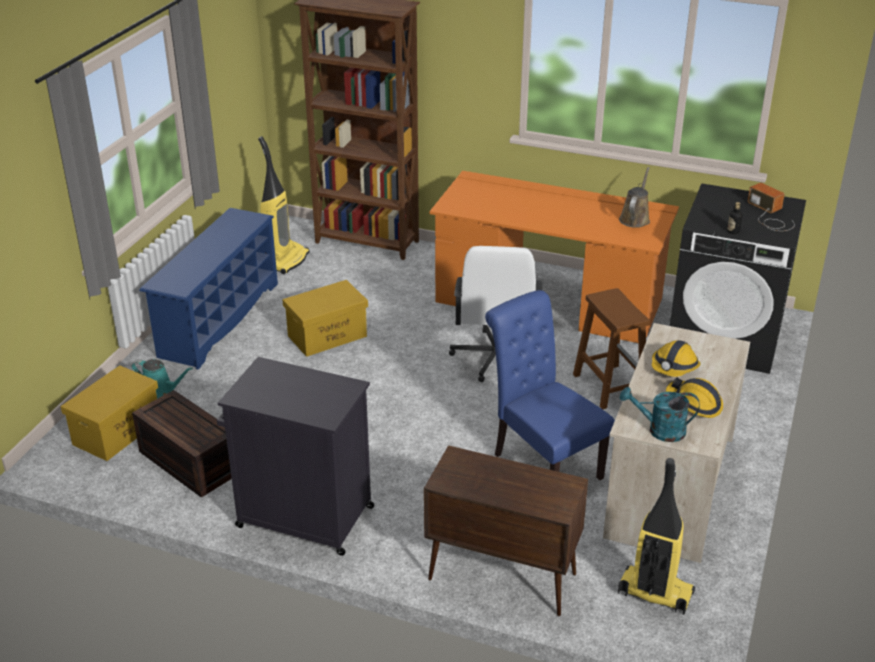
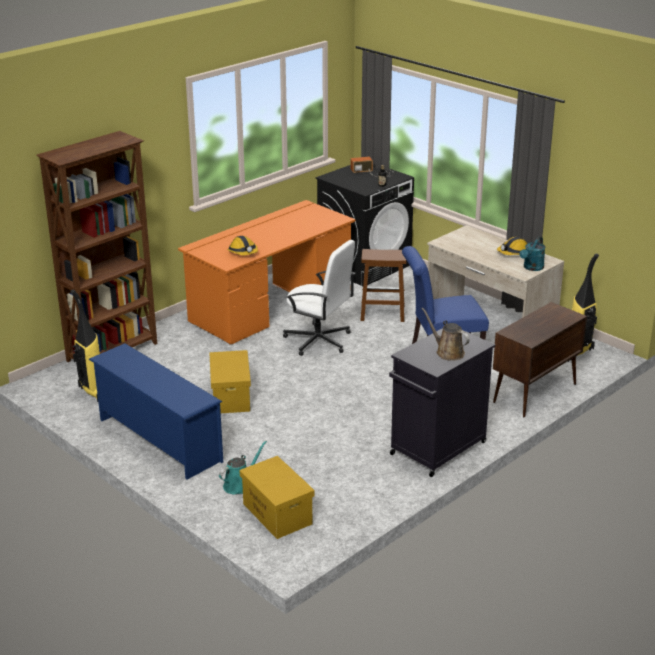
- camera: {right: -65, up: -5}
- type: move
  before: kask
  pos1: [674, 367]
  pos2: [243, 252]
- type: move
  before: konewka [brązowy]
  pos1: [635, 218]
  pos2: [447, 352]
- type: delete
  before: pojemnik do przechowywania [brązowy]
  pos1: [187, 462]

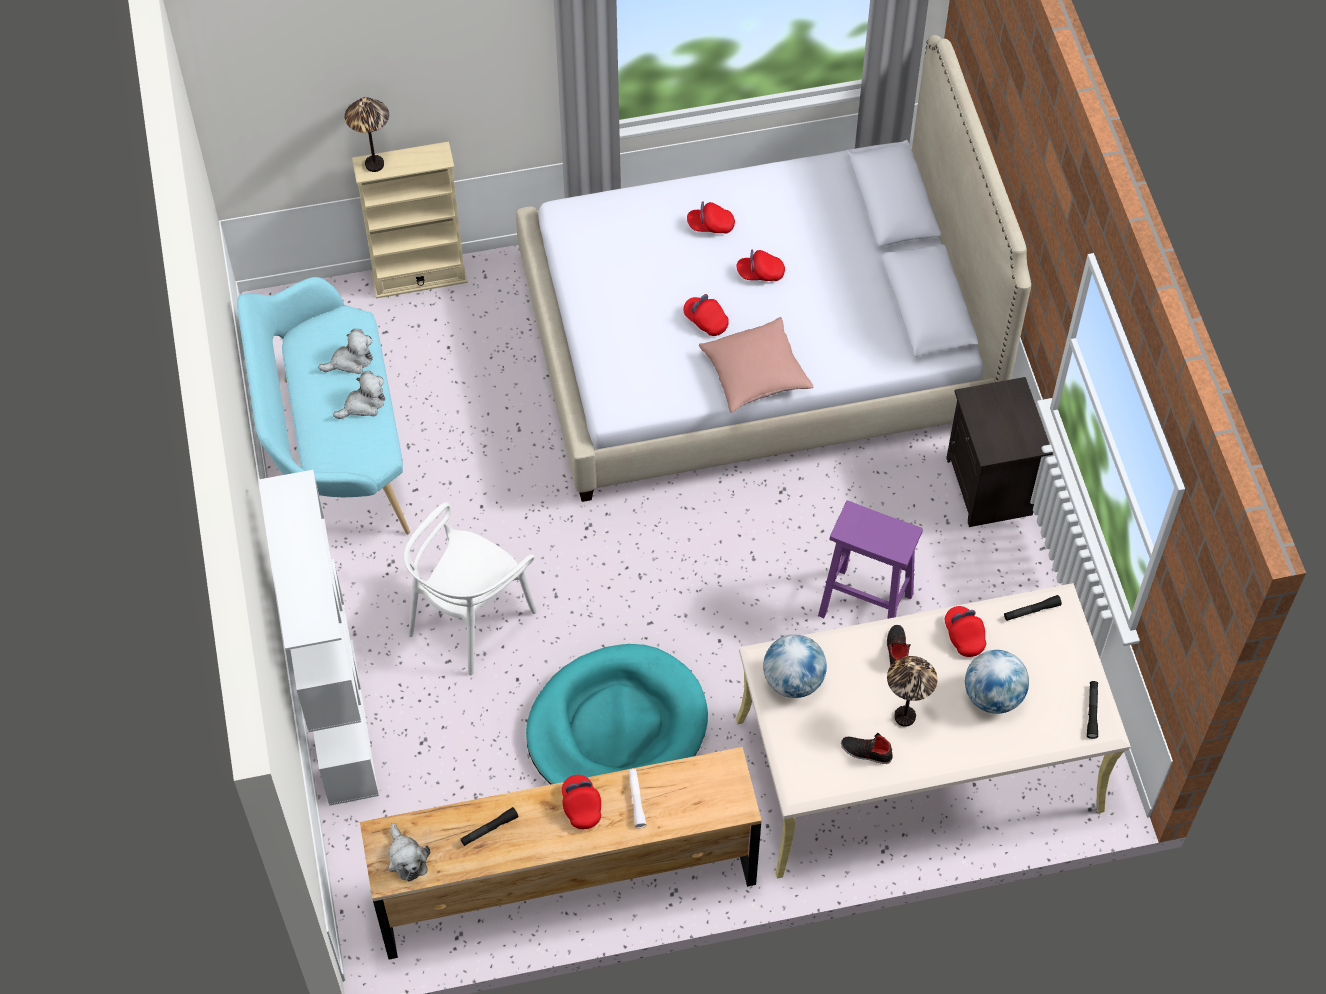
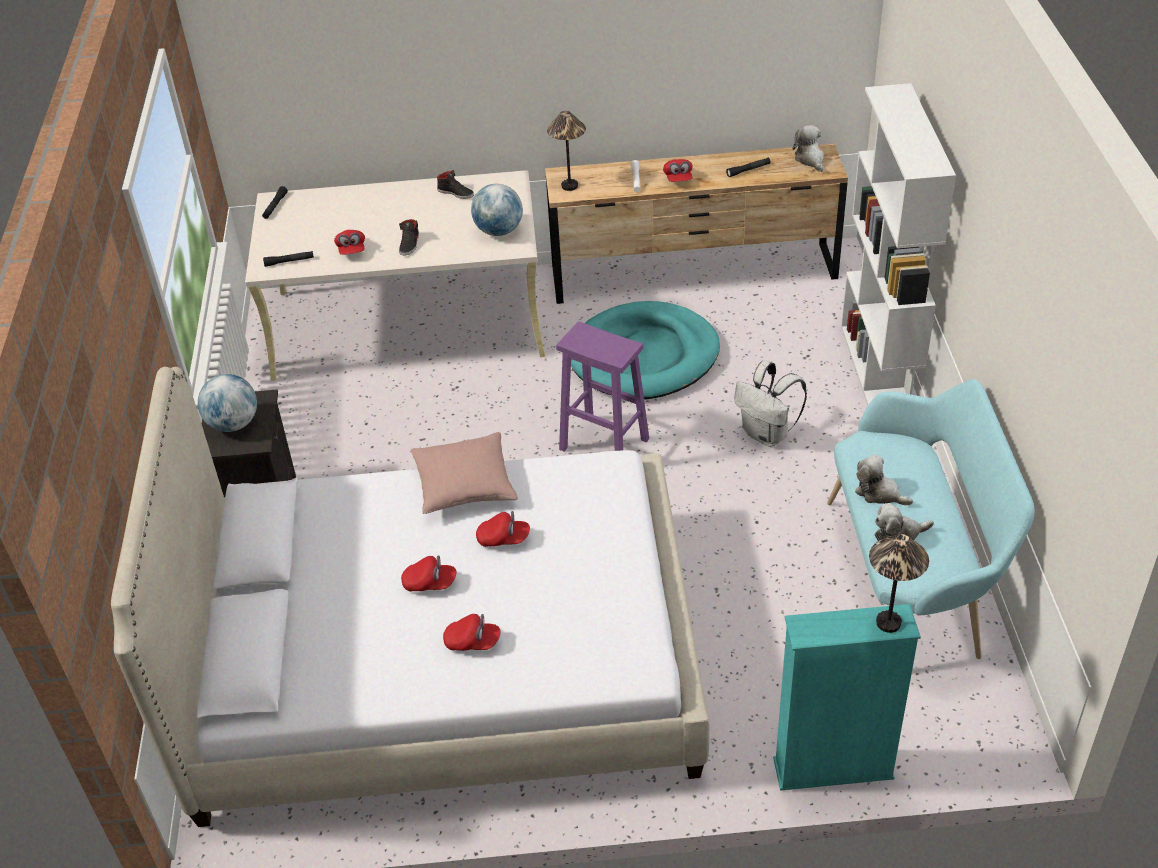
- camera: {right: -170, up: -15}
- type: move
  before: globus
  pos1: [993, 696]
  pos2: [233, 424]
- type: rotate
  before: czapka z daszkiem [czerwony]
  pos1: [705, 321]
  pos2: [503, 539]
  turn: -45
- type: move
  before: lampa stołowa
  pos1: [904, 716]
  pos2: [569, 186]
- type: move
  before: stołek [fioletowy]
  pos1: [867, 605]
  pos2: [602, 444]
- type: replace
  before: krzesło [biały]
  after: plecak [biały]
  pos1: [469, 619]
  pos2: [767, 434]
- type: recolor
  before: regał [beżowy]
  after: regał [turkusowy]
  pos1: [419, 278]
  pos2: [833, 769]
- type: rotate
  before: pluszak
  pos1: [363, 404]
  pos2: [879, 493]
  turn: 60

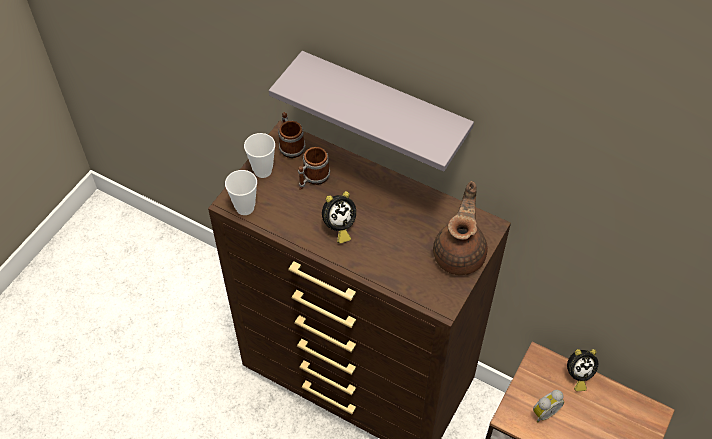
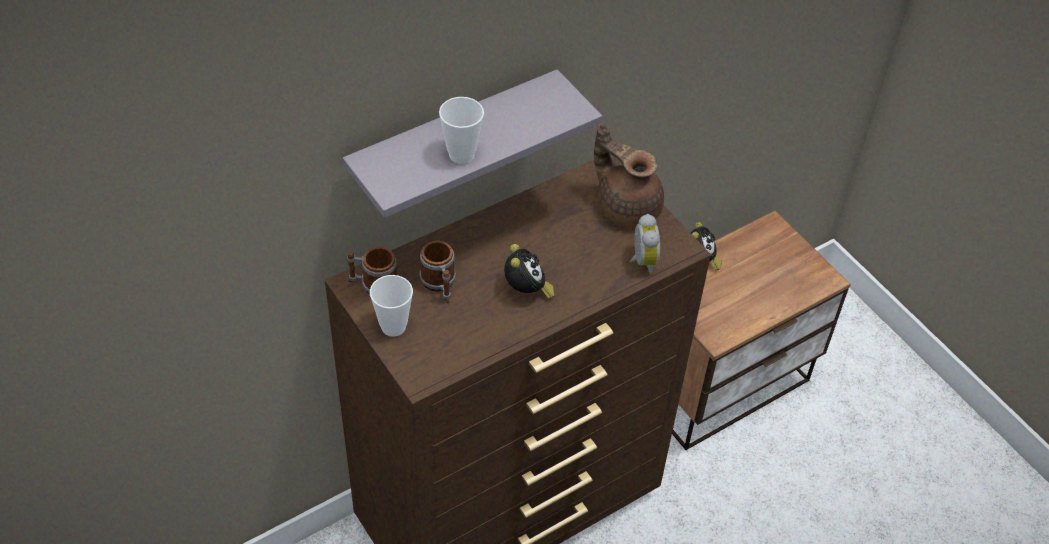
- camera: {right: -65, up: -5}
- type: move
  before: filiżanka
  pos1: [245, 207]
  pos2: [461, 154]
- type: move
  before: budzik
  pos1: [544, 412]
  pos2: [641, 261]

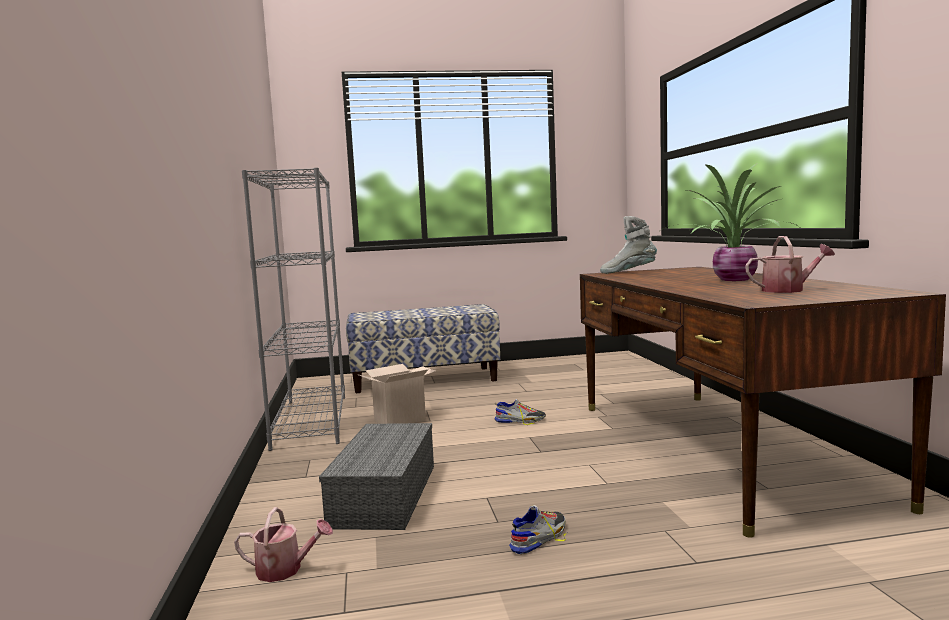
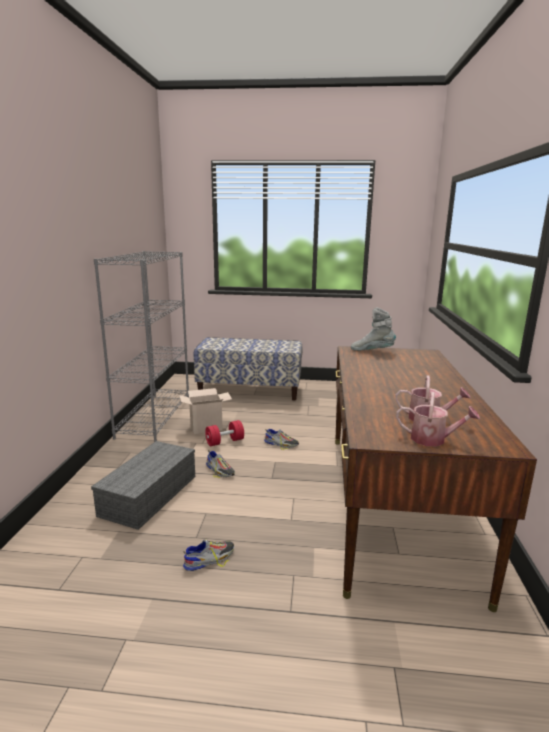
- camera: {right: 15, up: 10}
- type: insert
  after: hantel [czerwony]
  pos2: [225, 441]
- type: insert
  after: but
  pos2: [220, 470]
- type: move
  before: konewka
  pos1: [285, 570]
  pos2: [433, 439]
- type: delete
  before: roślina doniczkowa
  pos1: [732, 279]

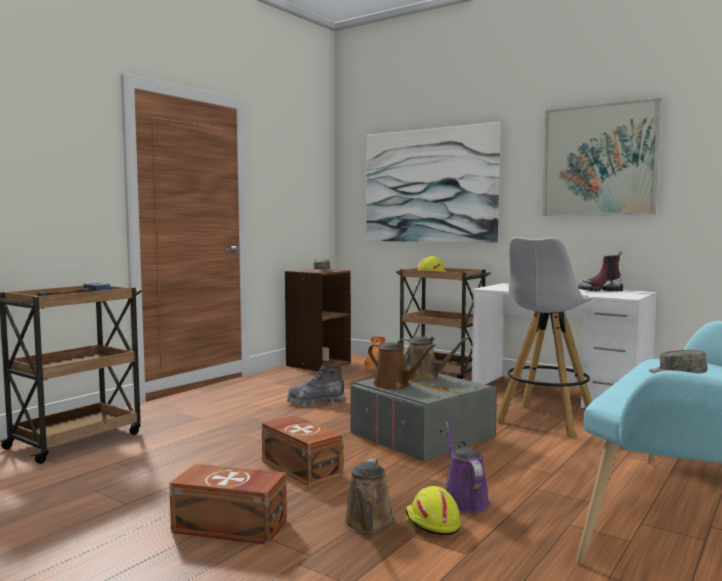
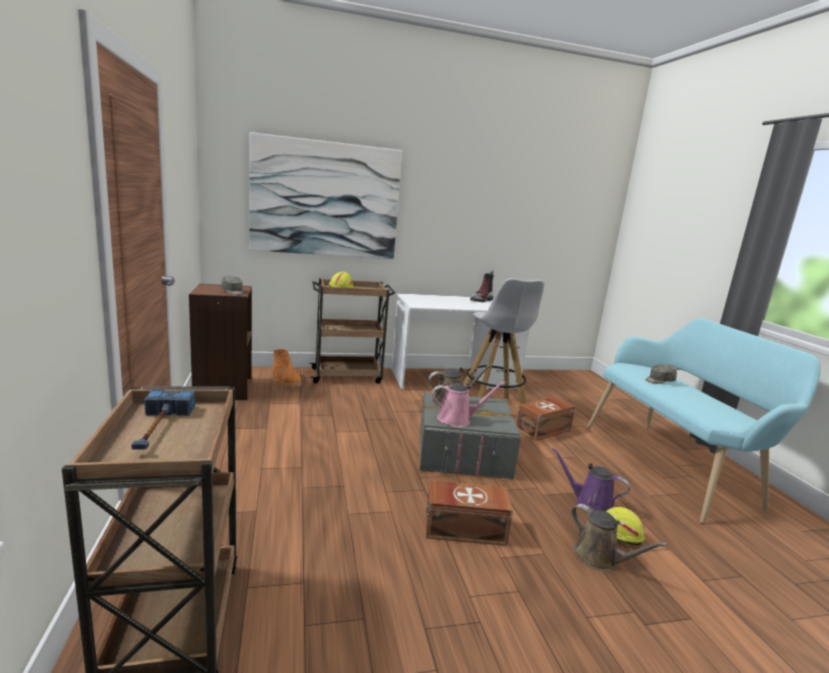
- camera: {right: -50, up: 10}
- type: recolor
  before: konewka [brązowy]
  after: konewka [różowy]
  pos1: [394, 385]
  pos2: [457, 419]
- type: move
  before: pojemnik do przechowywania [brązowy]
  pos1: [230, 527]
  pos2: [544, 429]
- type: delete
  before: but z cholewką [szary]
  pos1: [315, 402]
- type: delete
  before: obraz
  pos1: [599, 160]

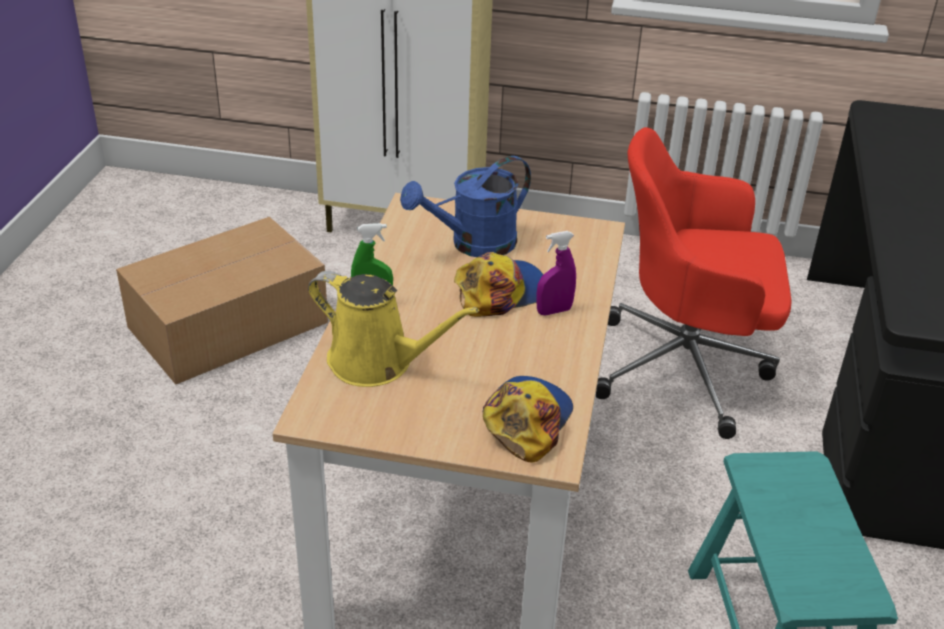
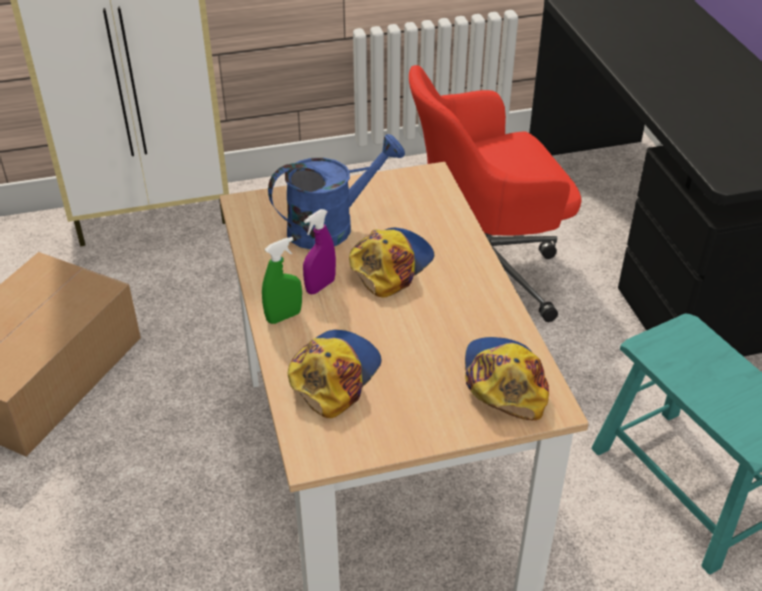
- camera: {right: -25, up: 5}
- type: rotate
  before: konewka [niebieski]
  pos1: [473, 244]
  pos2: [331, 225]
  turn: -150
- type: replace
  before: konewka [żółty]
  after: czapka z daszkiem
  pos1: [377, 362]
  pos2: [334, 375]
- type: move
  before: spryskiwacz [fioletowy]
  pos1: [554, 311]
  pos2: [320, 286]

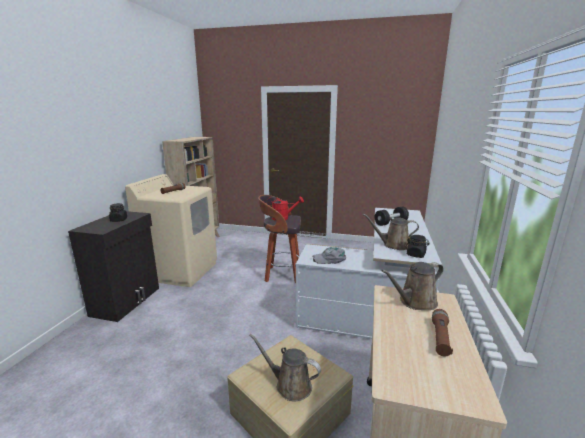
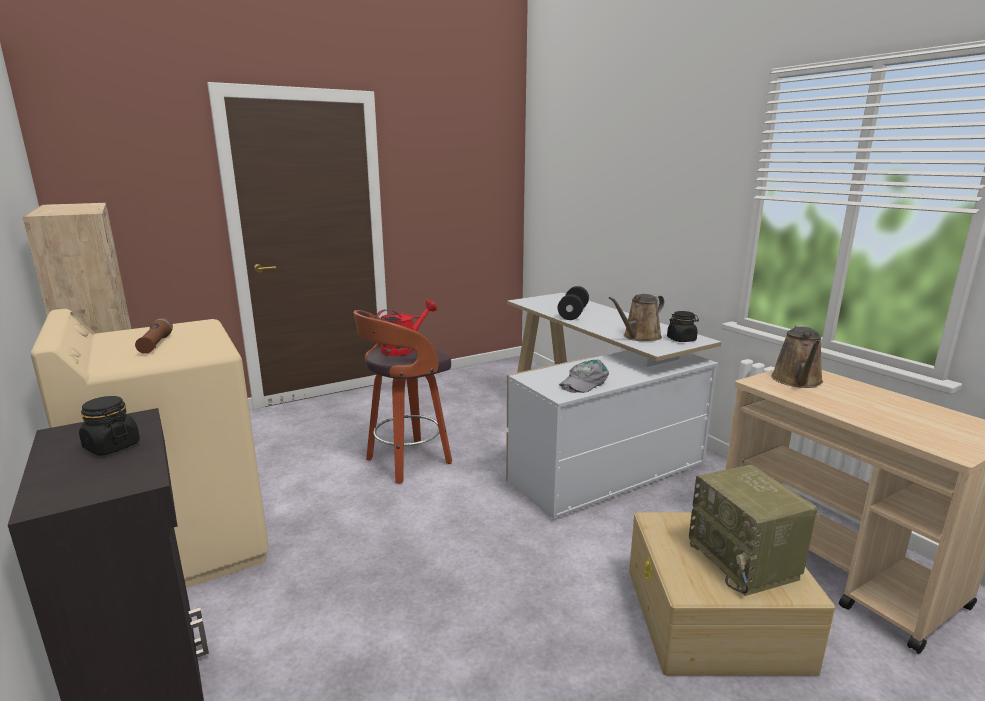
- camera: {right: -45, up: 0}
- type: replace
  before: konewka [brązowy]
  after: radio
  pos1: [290, 385]
  pos2: [745, 561]
- type: delete
  before: latarka [brązowy]
  pos1: [440, 338]

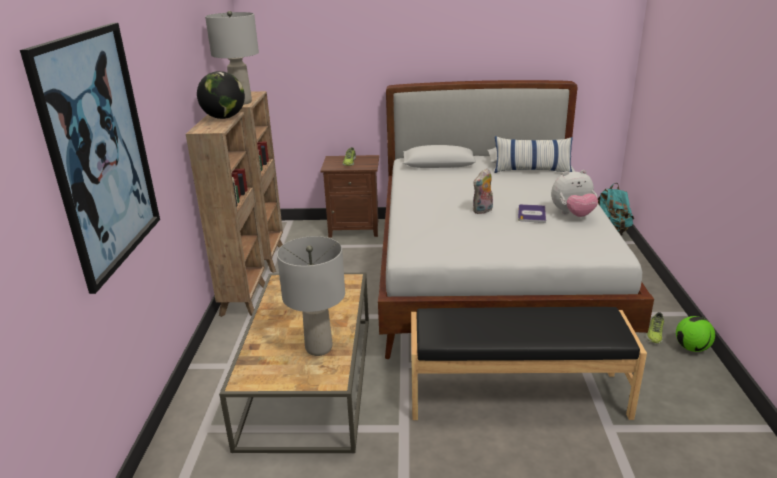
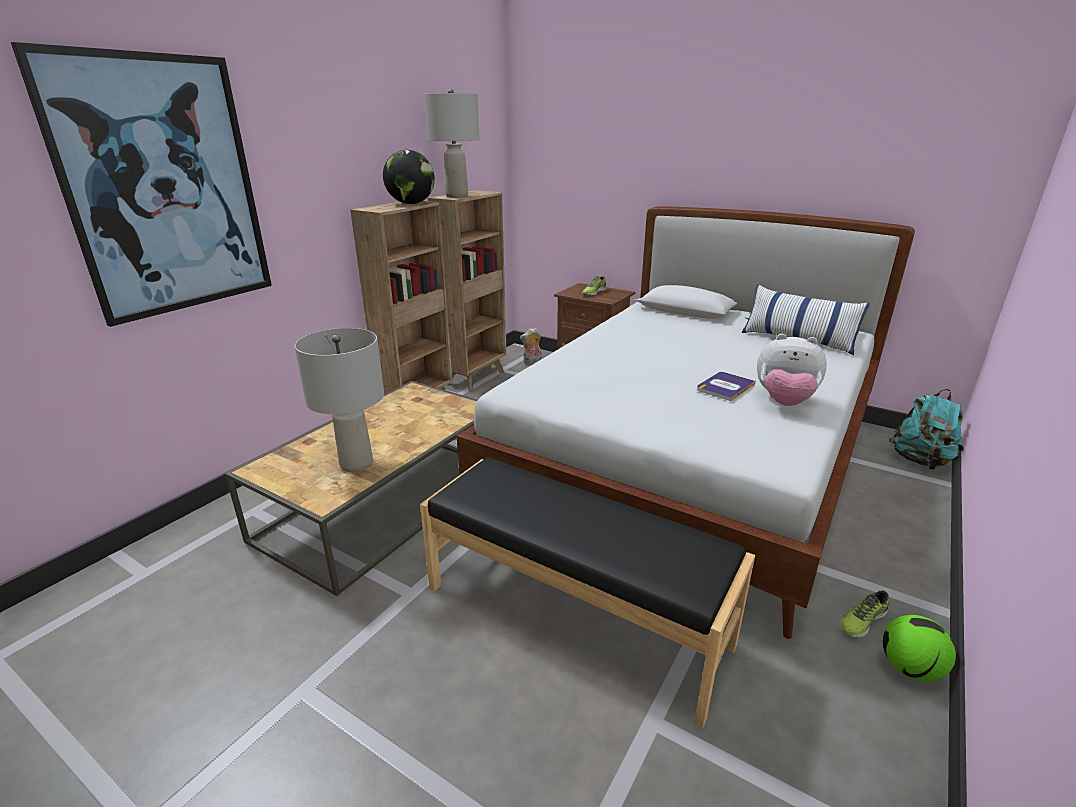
- camera: {right: 30, up: 0}
- type: move
  before: pluszak
  pos1: [483, 211]
  pos2: [532, 363]

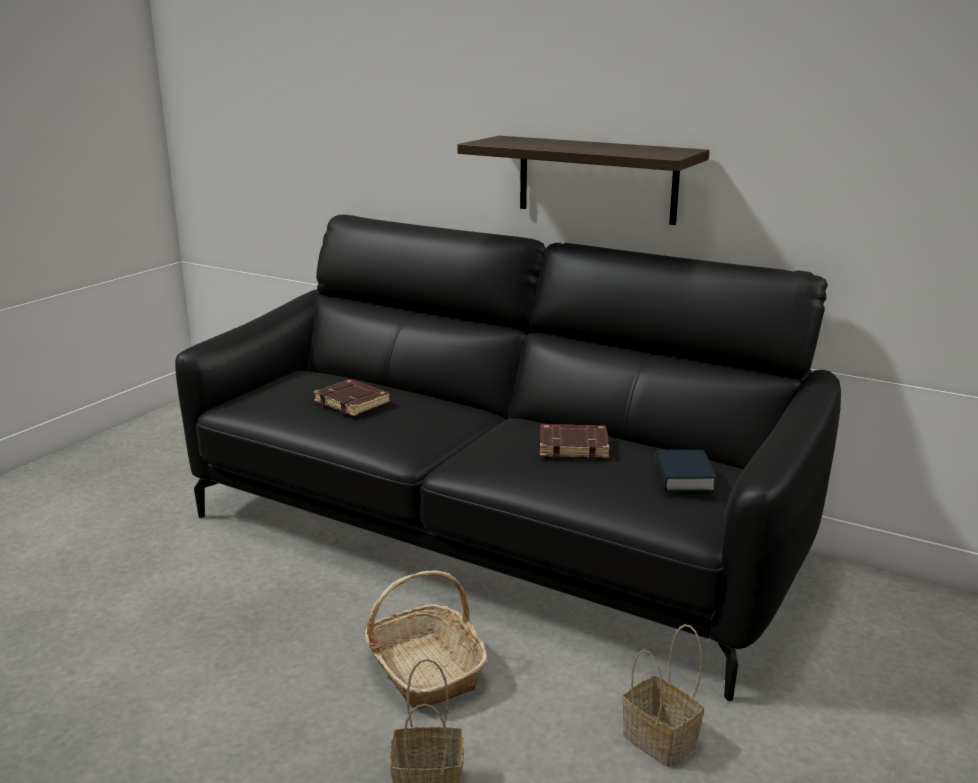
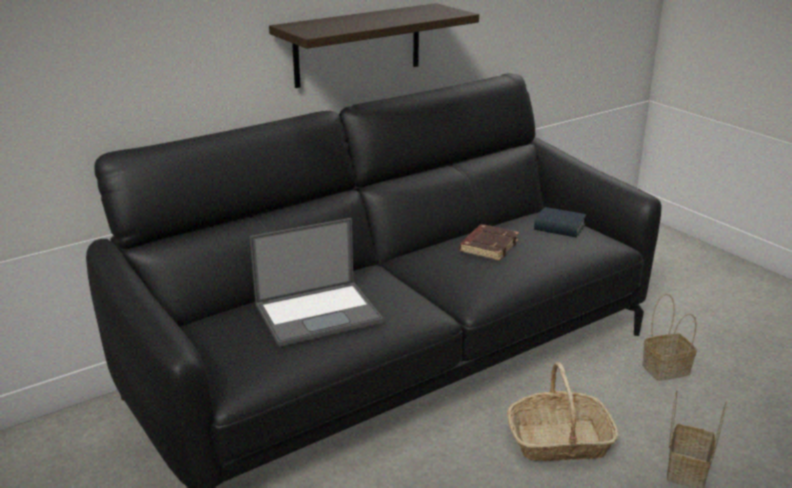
- camera: {right: -65, up: 5}
- type: replace
  before: książka [brązowy]
  after: laptop
  pos1: [354, 402]
  pos2: [319, 313]

